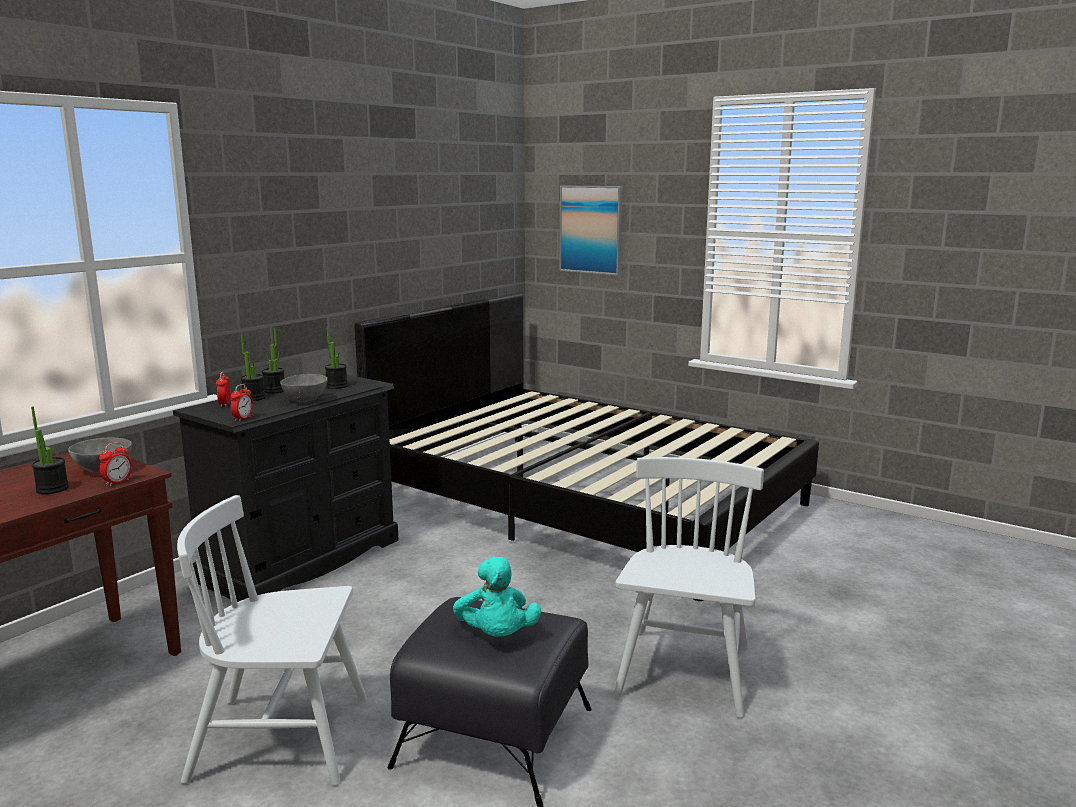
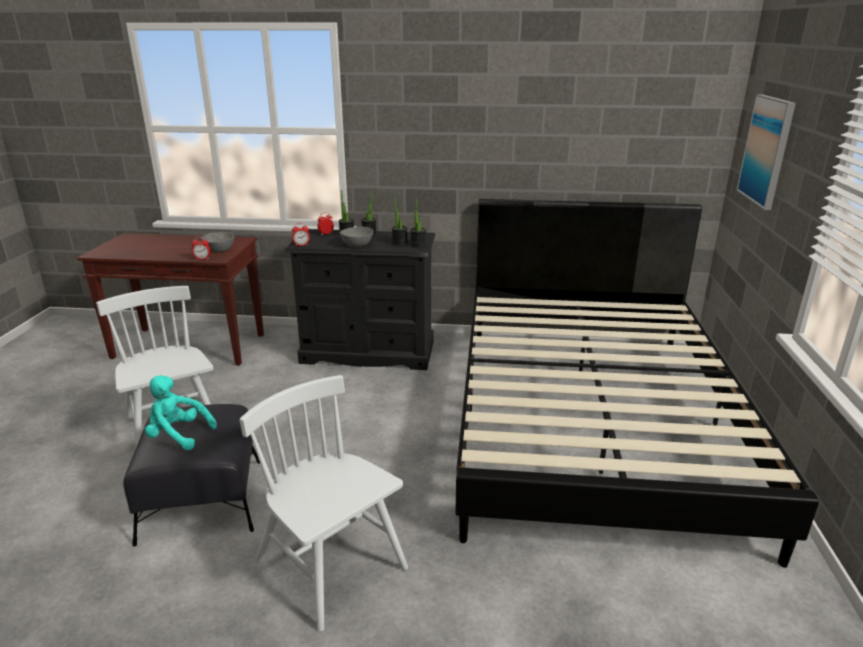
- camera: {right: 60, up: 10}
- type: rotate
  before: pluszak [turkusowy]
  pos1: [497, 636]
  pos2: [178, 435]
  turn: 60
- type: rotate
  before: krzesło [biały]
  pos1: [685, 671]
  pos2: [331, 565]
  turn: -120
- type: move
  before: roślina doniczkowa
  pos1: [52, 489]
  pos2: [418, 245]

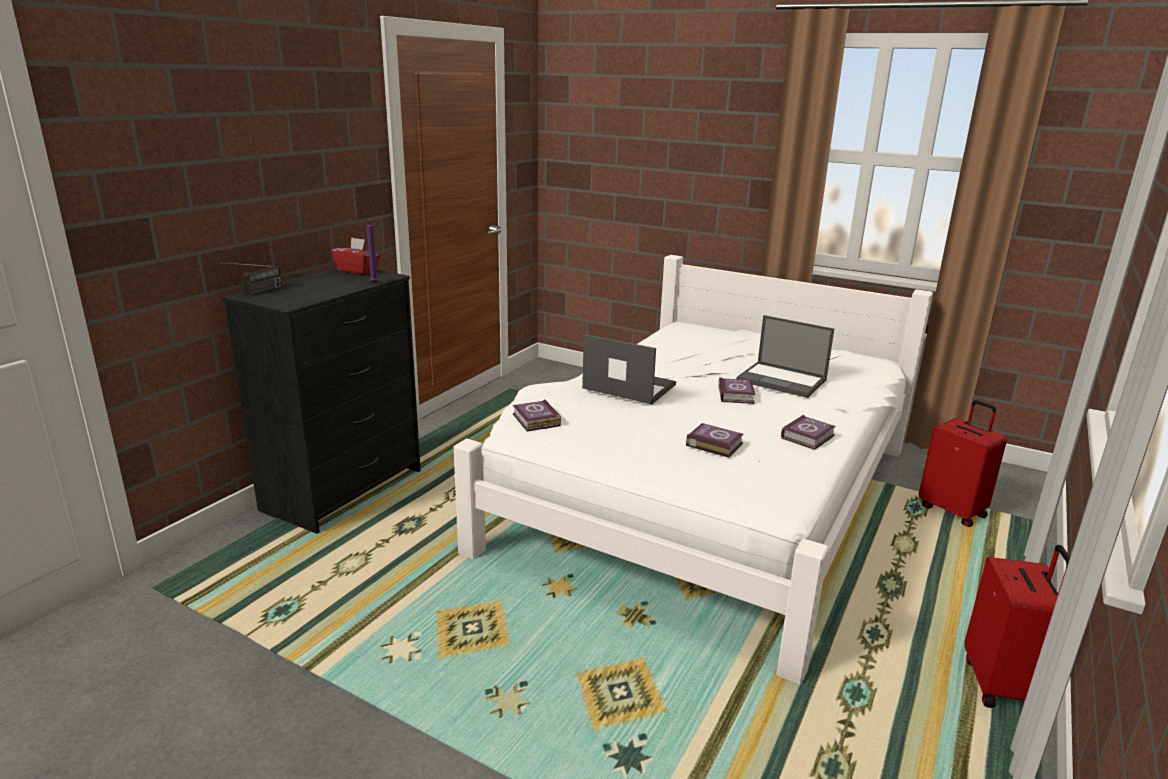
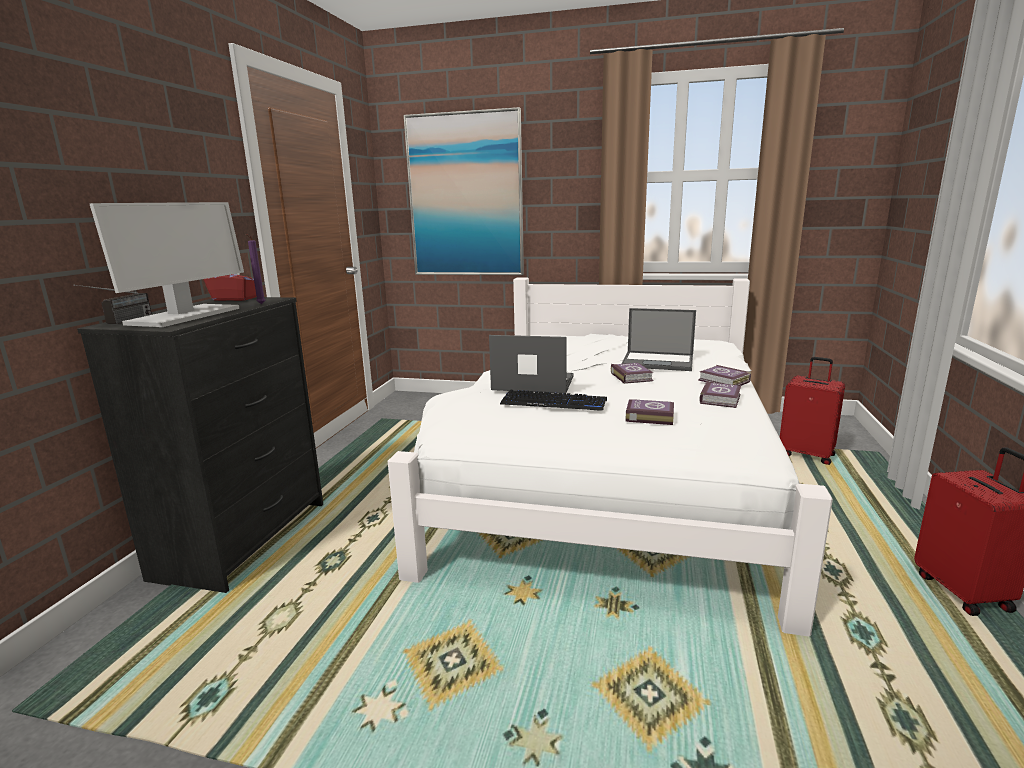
- camera: {right: -15, up: -5}
- type: insert
  after: monitor
  pos2: [184, 316]
- type: insert
  after: obraz
  pos2: [465, 196]
- type: insert
  after: klawiatura
  pos2: [553, 403]
- type: move
  before: książka
  pos1: [535, 420]
  pos2: [724, 381]

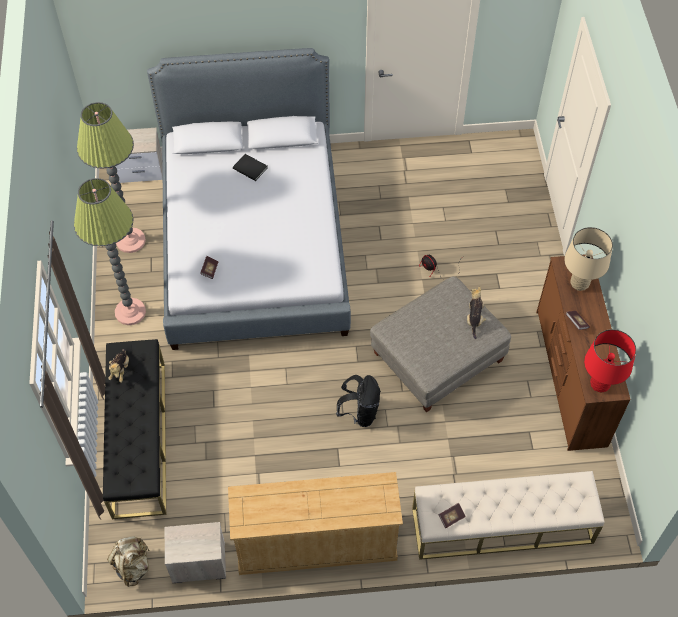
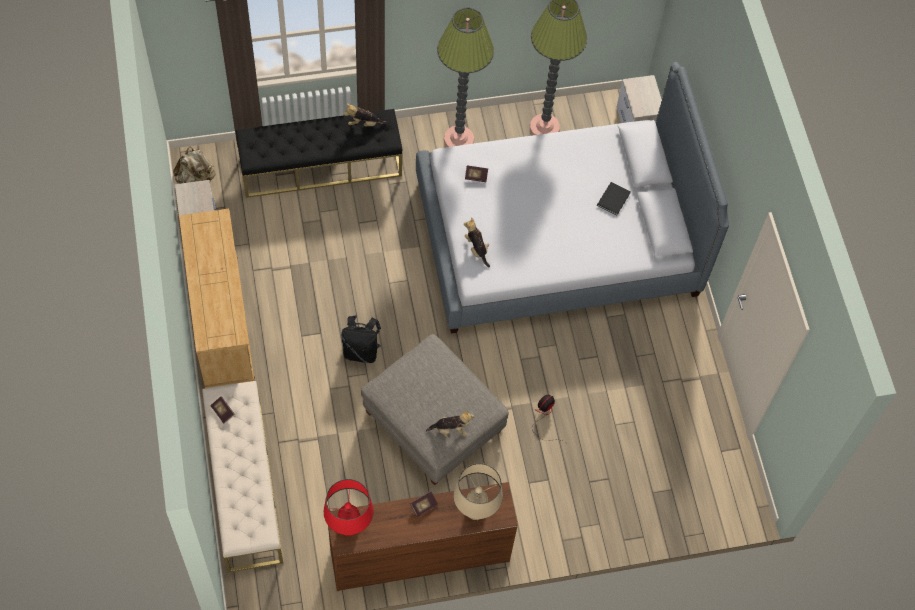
- camera: {right: 80, up: 5}
- type: insert
  after: pluszak
  pos2: [476, 249]

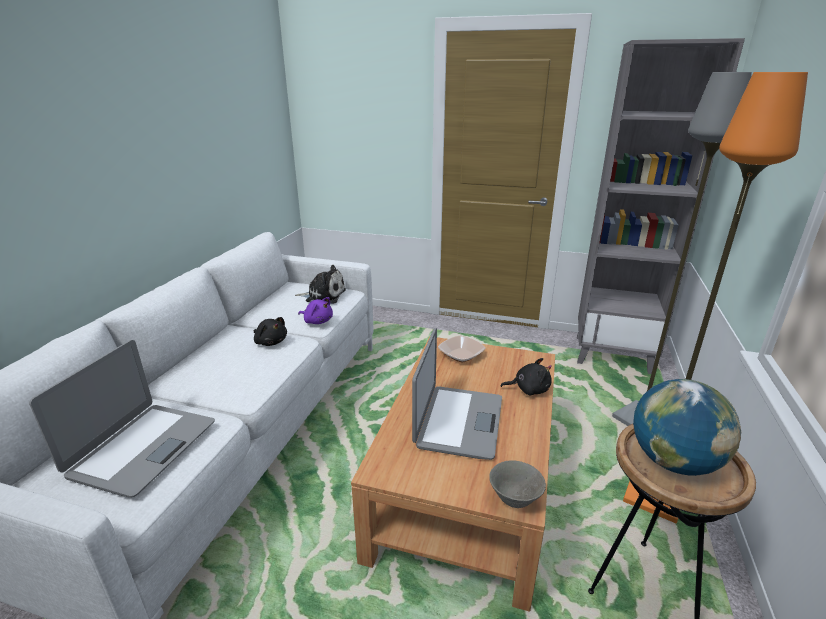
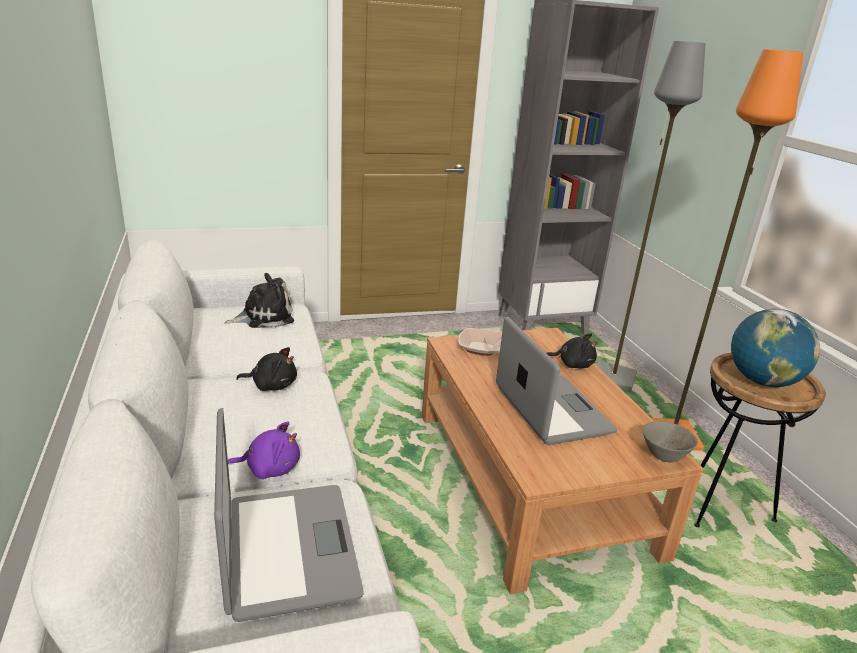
- camera: {right: -35, up: 0}
- type: move
  before: pluszak [fioletowy]
  pos1: [317, 321]
  pos2: [269, 468]
- type: rotate
  before: pluszak [czarny]
  pos1: [529, 389]
  pos2: [572, 364]
  turn: 45

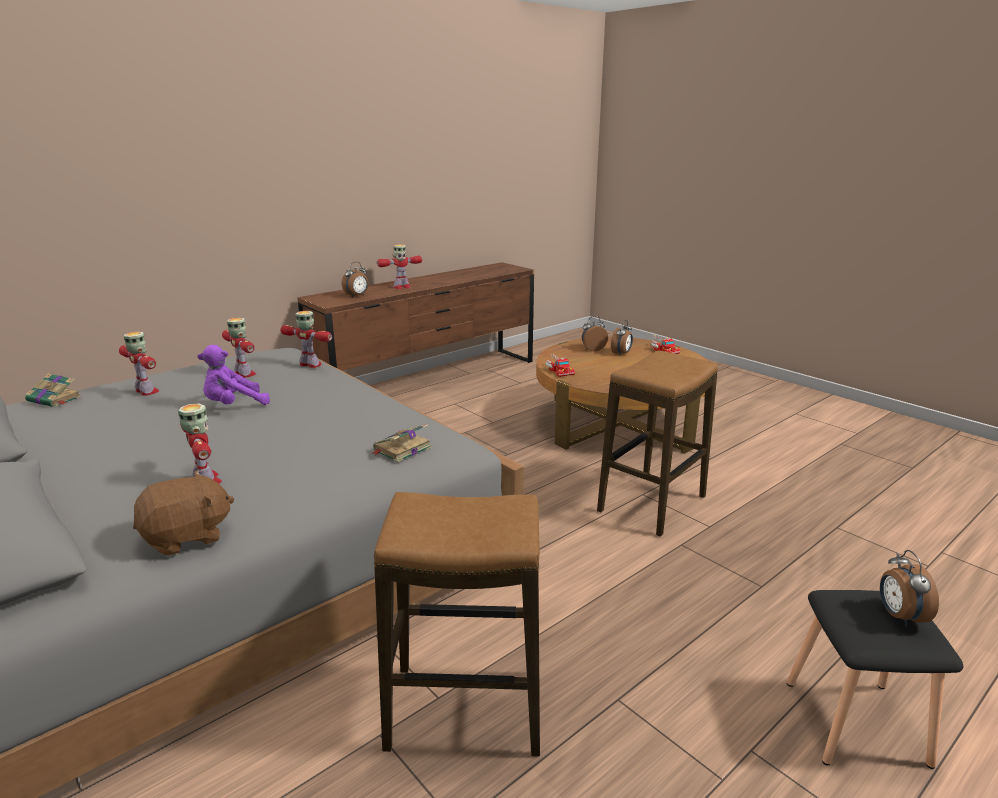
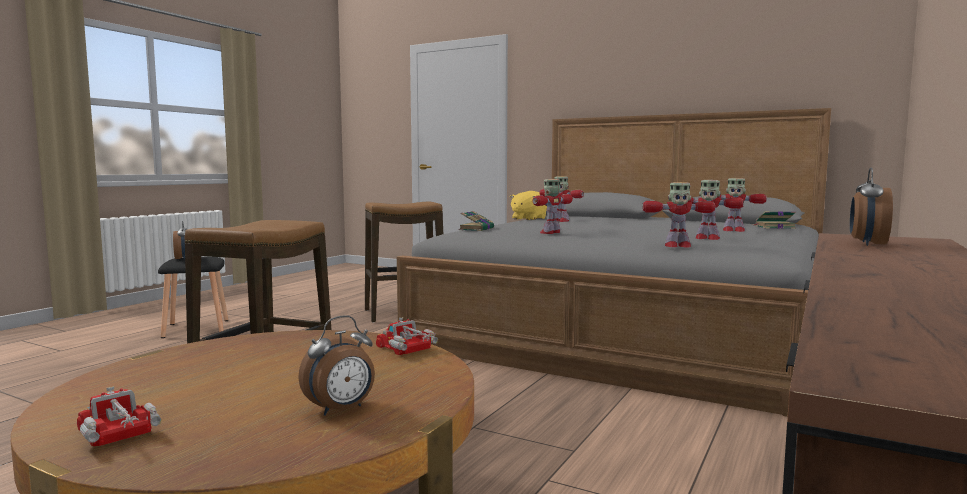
- camera: {right: 160, up: -15}
- type: recolor
  before: pluszak [brązowy]
  after: pluszak [żółty]
  pos1: [187, 537]
  pos2: [528, 219]
- type: move
  before: robot zabawkowy
  pos1: [401, 287]
  pos2: [551, 233]
- type: delete
  before: pluszak [fioletowy]
  pos1: [234, 405]
- type: delete
  before: budzik
  pos1: [621, 354]

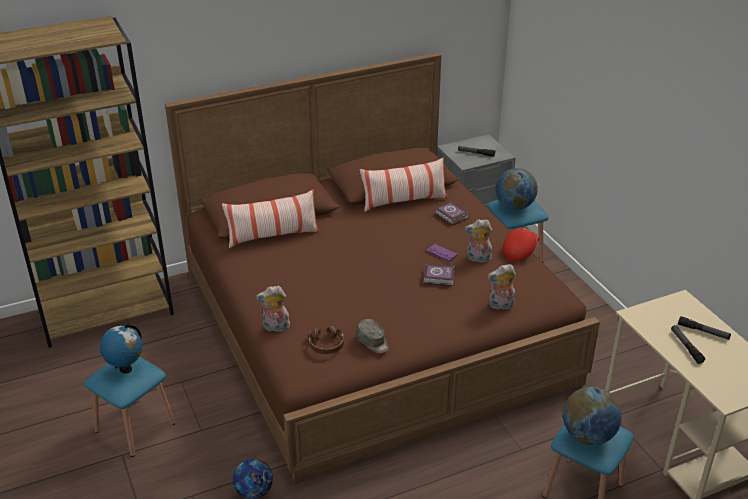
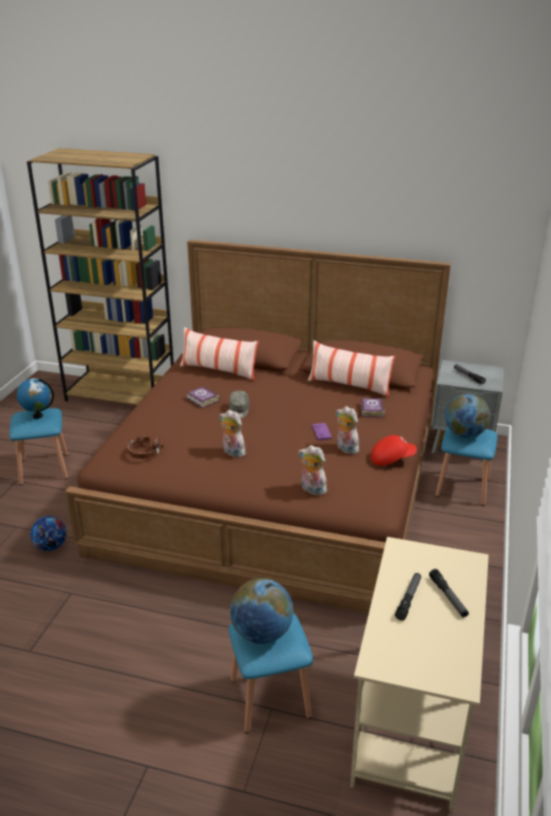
- camera: {right: 40, up: -5}
- type: move
  before: książka
  pos1: [439, 278]
  pos2: [202, 400]
- type: move
  before: pluszak
  pos1: [275, 327]
  pos2: [232, 452]
- type: move
  before: czapka z daszkiem [szary]
  pos1: [373, 342]
  pos2: [239, 410]

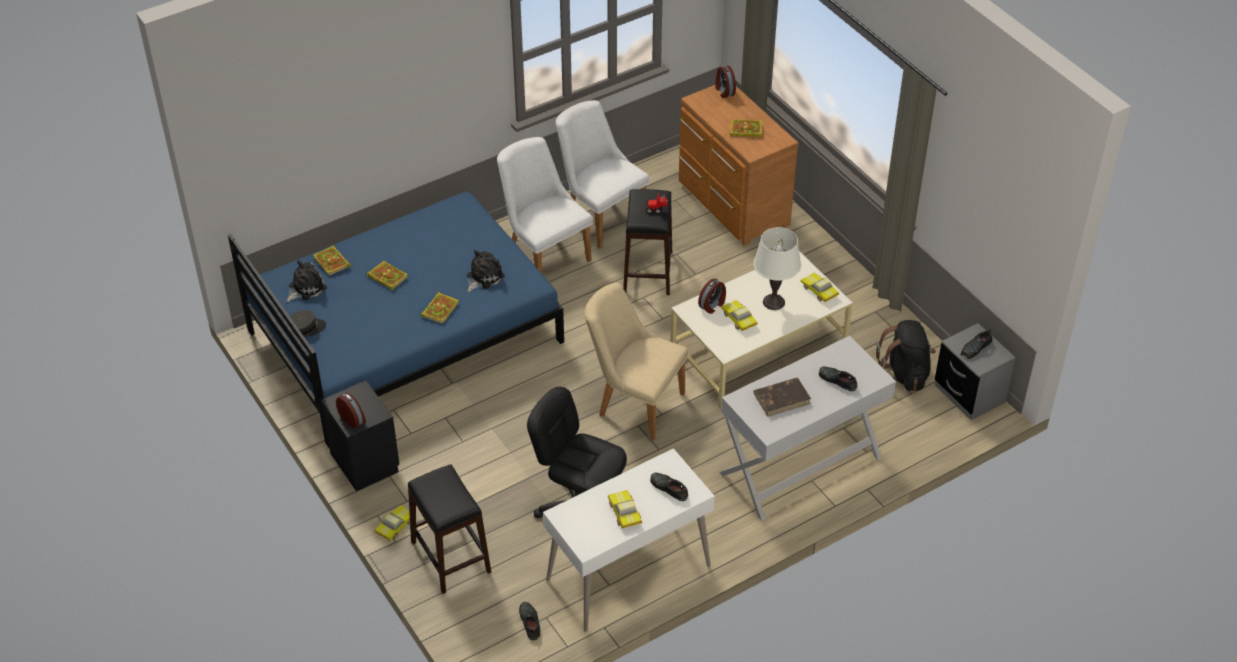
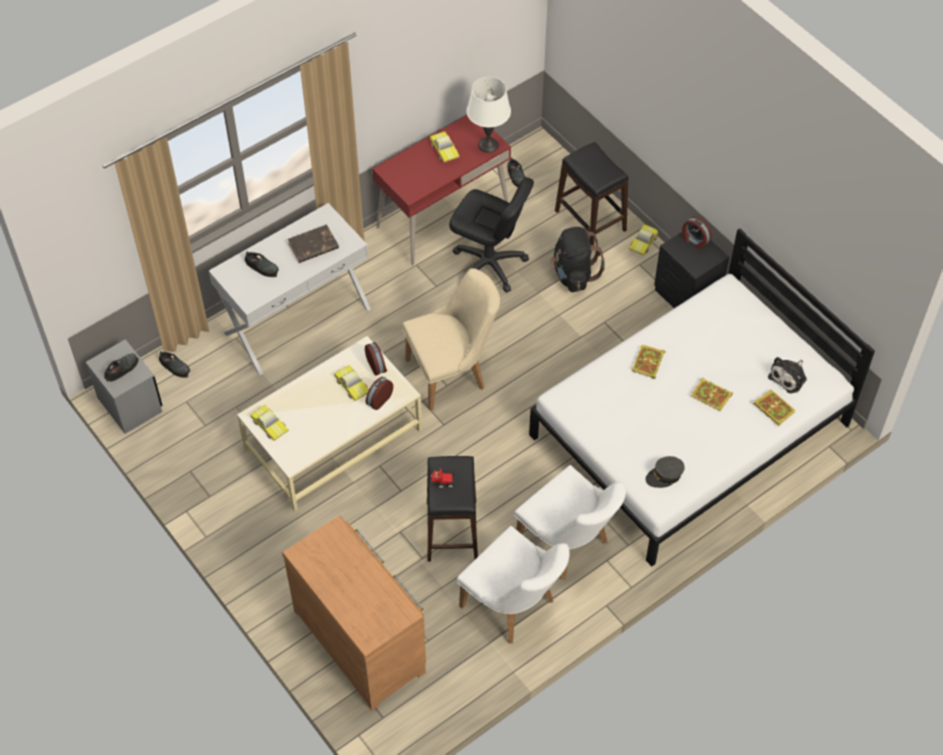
- camera: {right: 175, up: 10}
- type: move
  before: but [czarny]
  pos1: [668, 488]
  pos2: [175, 366]
- type: move
  before: budzik
  pos1: [724, 91]
  pos2: [377, 365]
- type: recolor
  before: biurko [biały]
  after: biurko [czerwony]
  pos1: [629, 574]
  pos2: [442, 217]
- type: rotate
  before: krzesło [beżowy]
  pos1: [633, 402]
  pos2: [453, 372]
  turn: -45
- type: move
  before: lampa stołowa [biały]
  pos1: [773, 302]
  pos2: [488, 145]
- type: recolor
  before: łóżko [niebieski]
  after: łóżko [biały]
  pos1: [405, 335]
  pos2: [690, 430]
- type: move
  before: plecak [czarny]
  pos1: [905, 373]
  pos2: [573, 274]
- type: move
  before: czapka z daszkiem [szary]
  pos1: [306, 328]
  pos2: [664, 476]
- type: delete
  before: pluszak
  pos1: [483, 277]
- type: delete
  before: książka
  pos1: [745, 130]

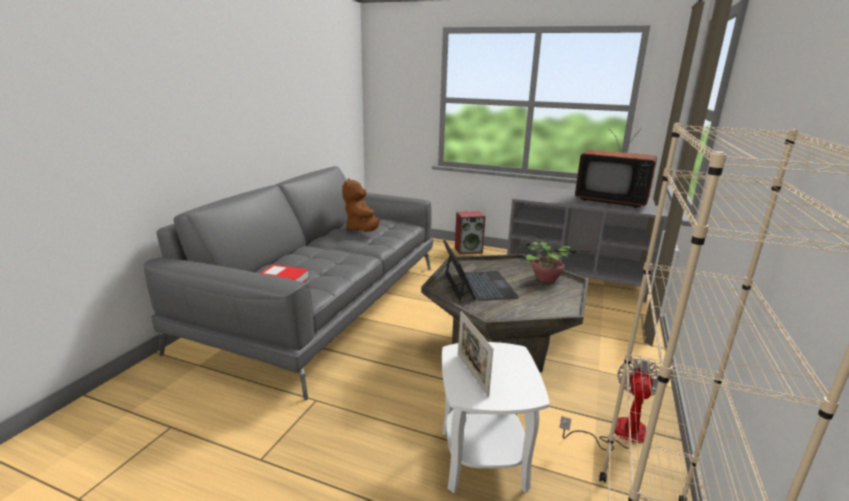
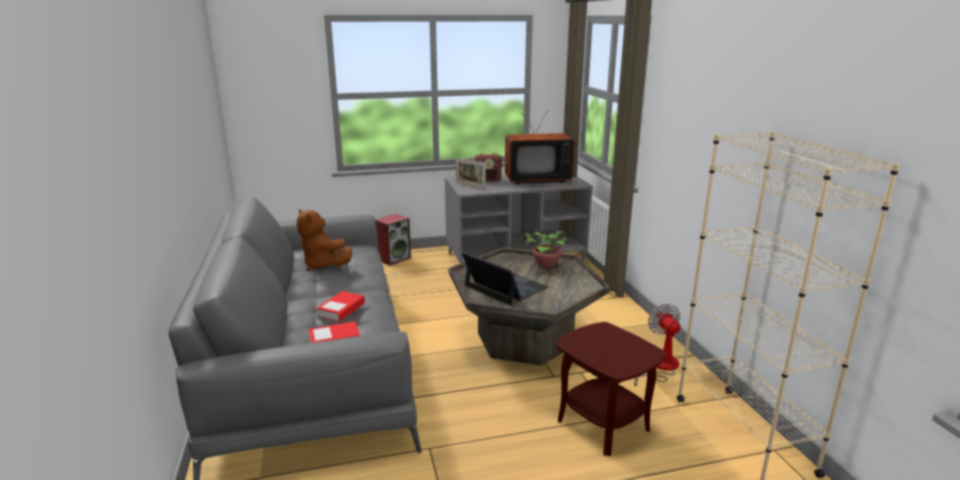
- camera: {right: -35, up: 0}
- type: insert
  after: książka
  pos2: [341, 310]
- type: move
  before: ramka na zdjęcie
  pos1: [472, 374]
  pos2: [470, 186]
- type: insert
  after: radio
  pos2: [488, 180]
- type: recolor
  before: stolik [biały]
  after: stolik [brązowy]
  pos1: [484, 459]
  pos2: [603, 424]

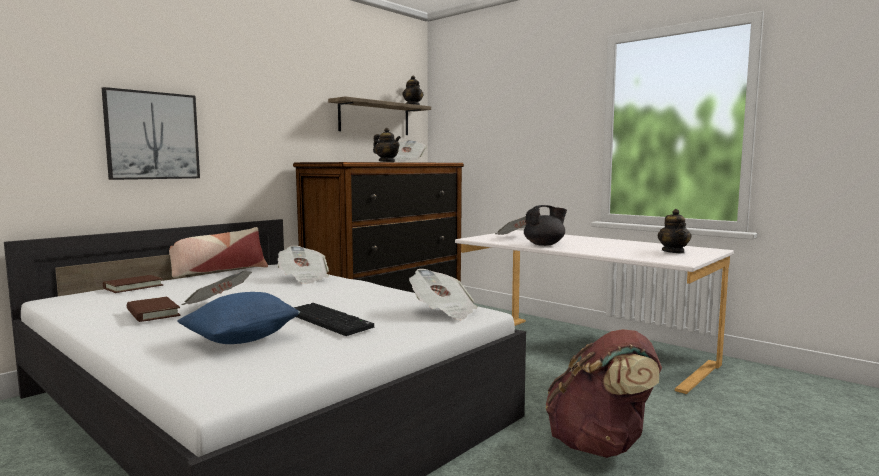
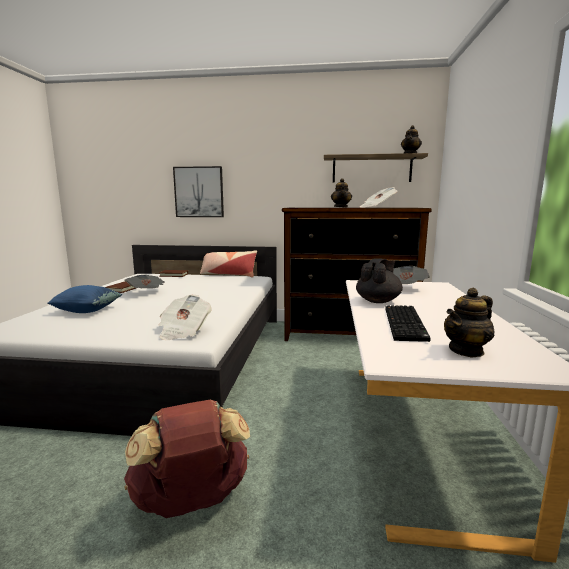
- camera: {right: 55, up: 5}
- type: rotate
  before: imbryk [czarny]
  pos1: [544, 244]
  pos2: [378, 301]
  turn: -90
- type: move
  before: klawiatura
  pos1: [330, 320]
  pos2: [406, 324]
- type: delete
  before: gazeta
  pos1: [304, 278]

